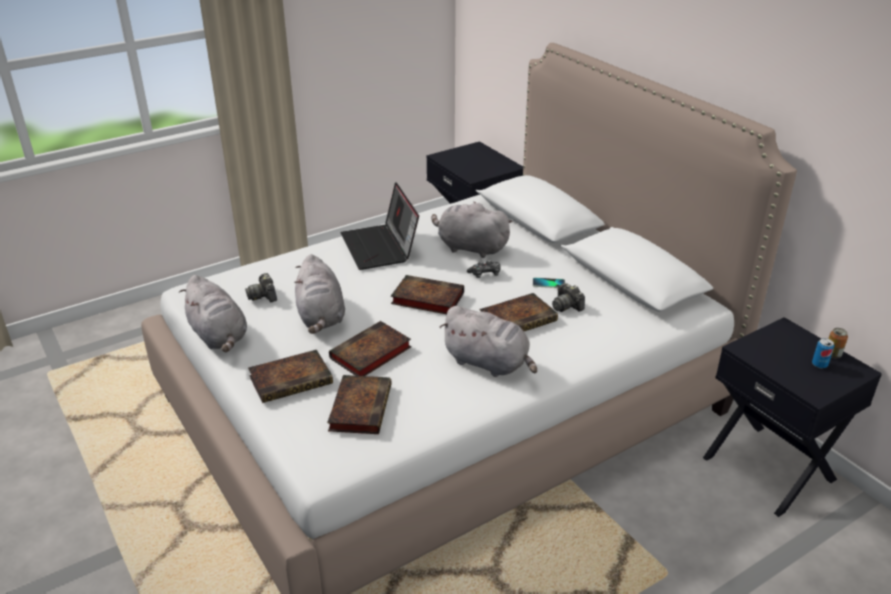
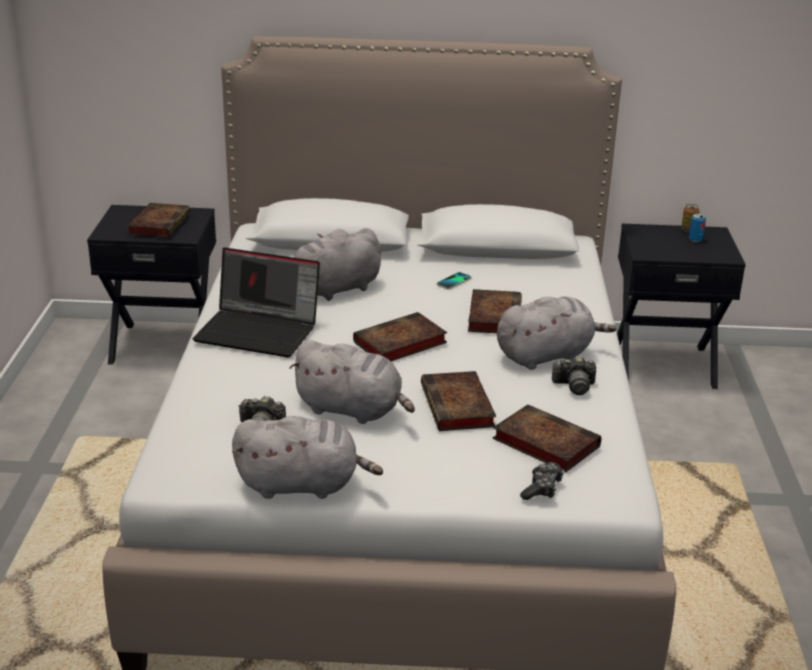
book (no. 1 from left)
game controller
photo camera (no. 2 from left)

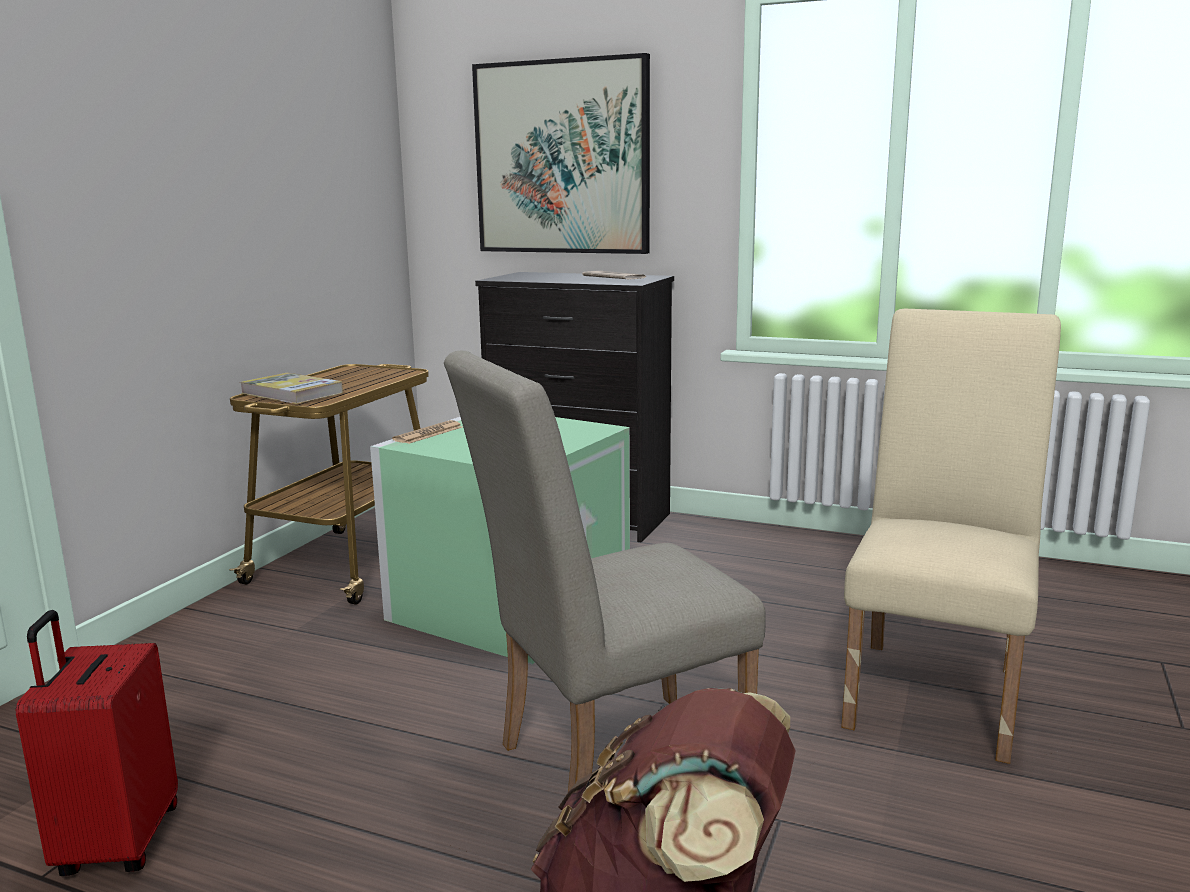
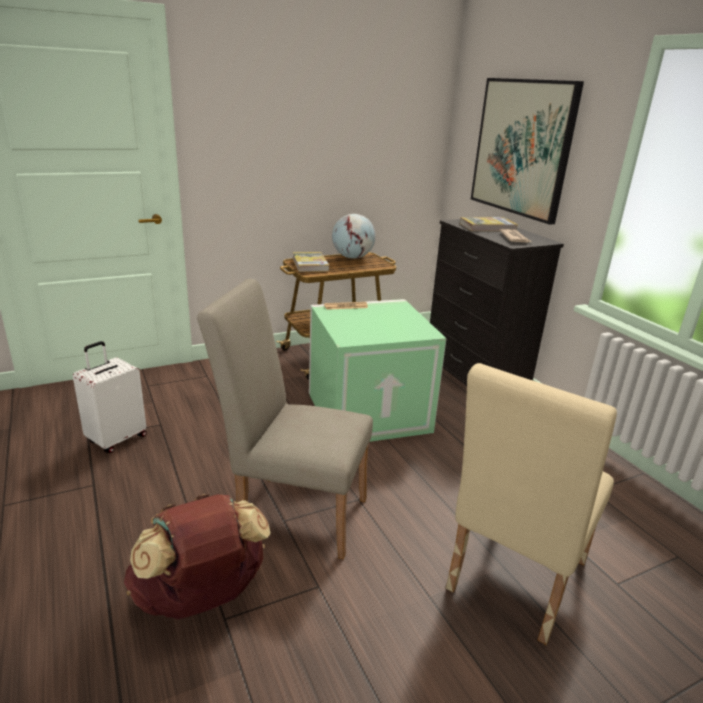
white suitcase
globe
beige chair (no. 2 from left)
book (no. 2 from left)

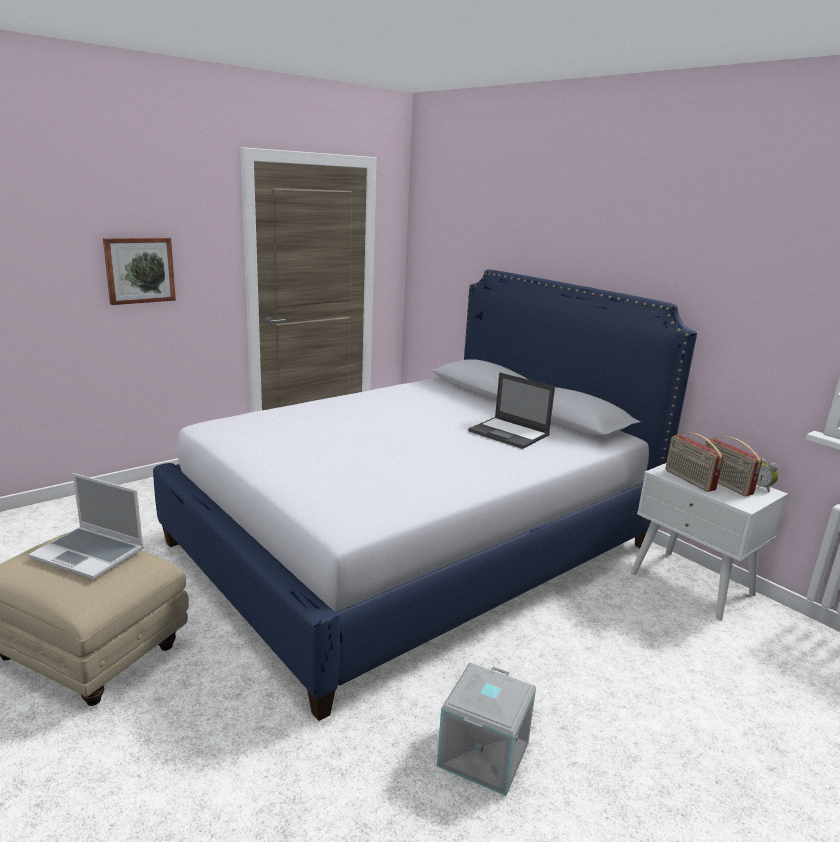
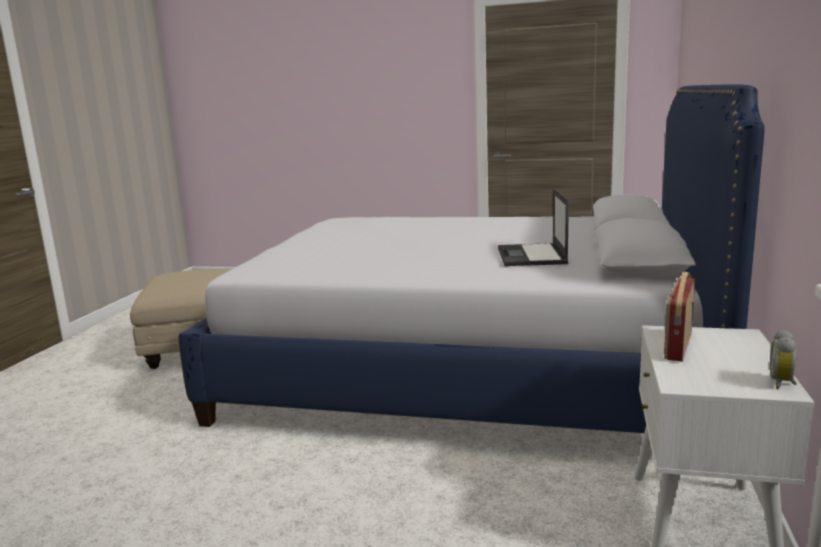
laptop (no. 1 from left in the first image)
picture
grey storage box
radio (no. 2 from left in the first image)

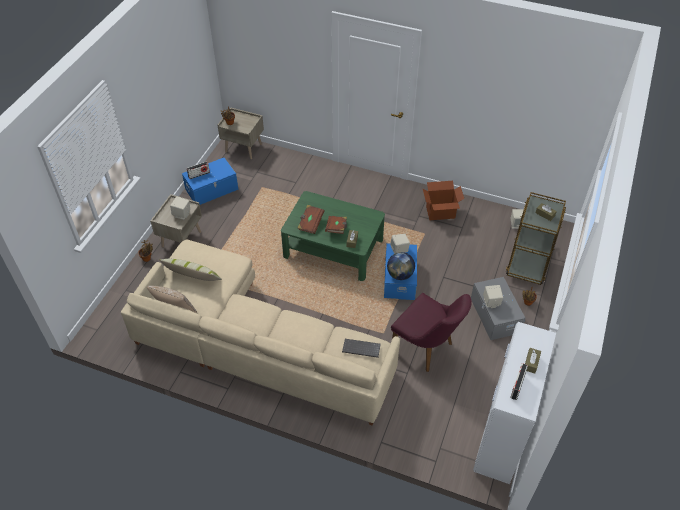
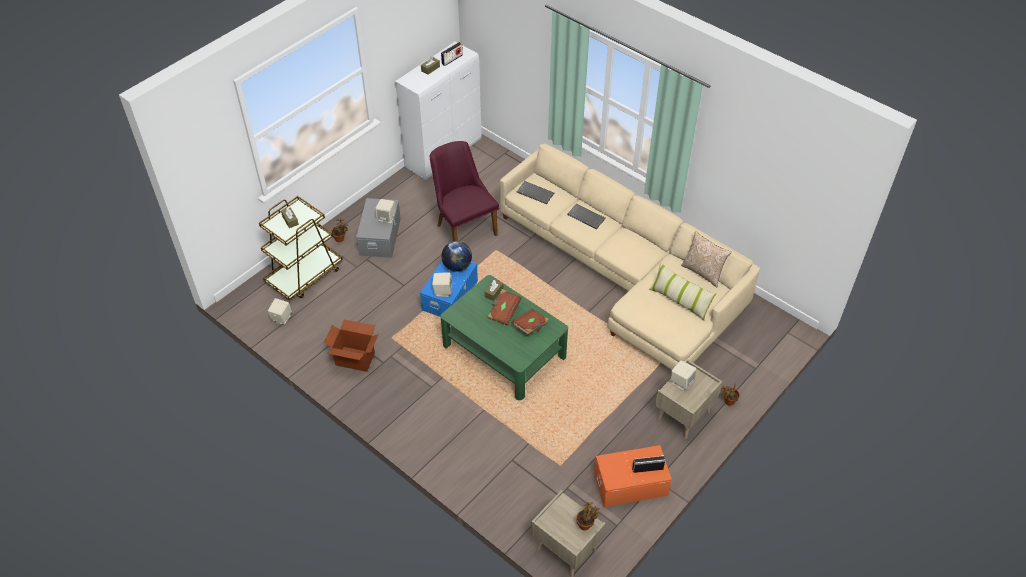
keyboard (no. 2 from left)
orange storage box

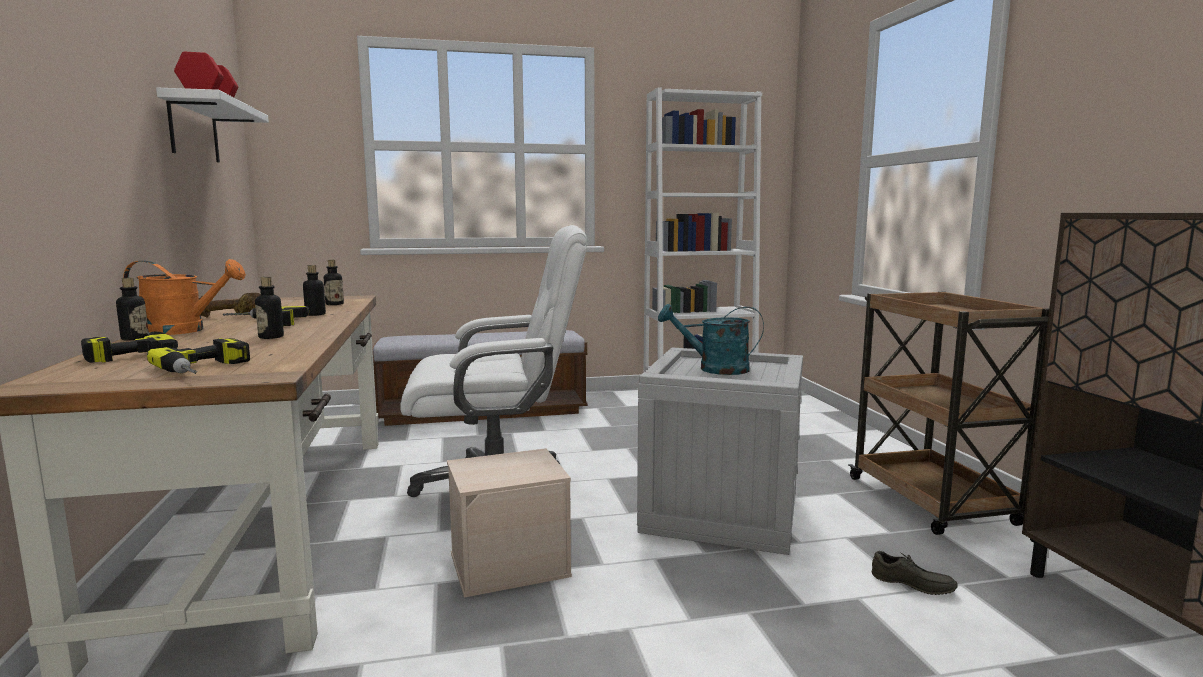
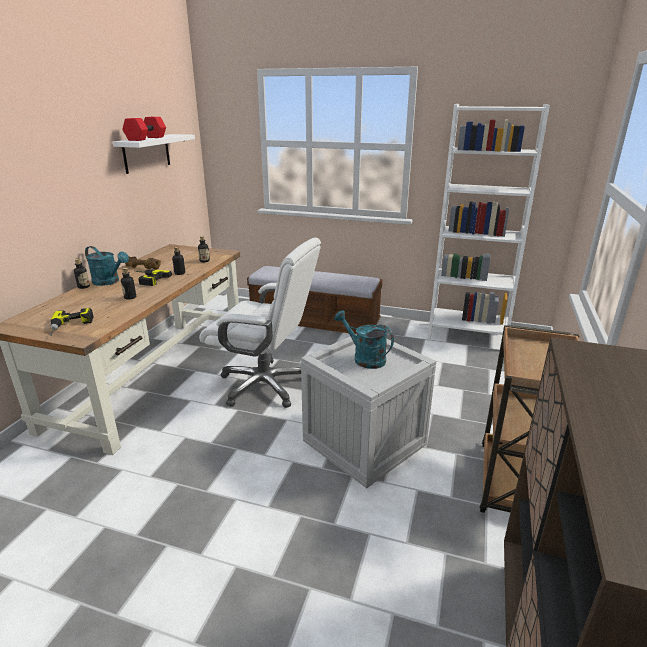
turquoise watering can (no. 1 from left)
power drill (no. 1 from left in the first image)
beige storage box
grey shoe

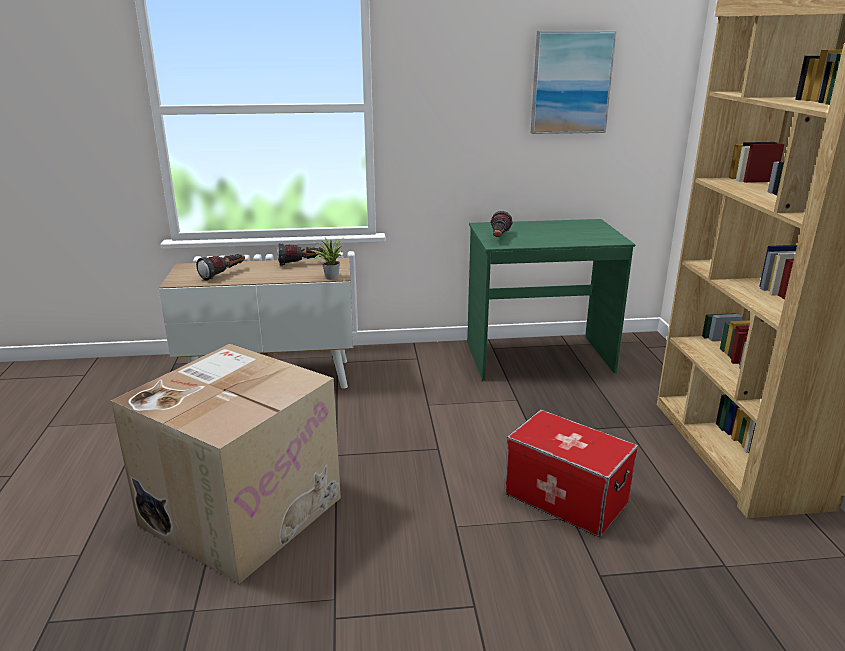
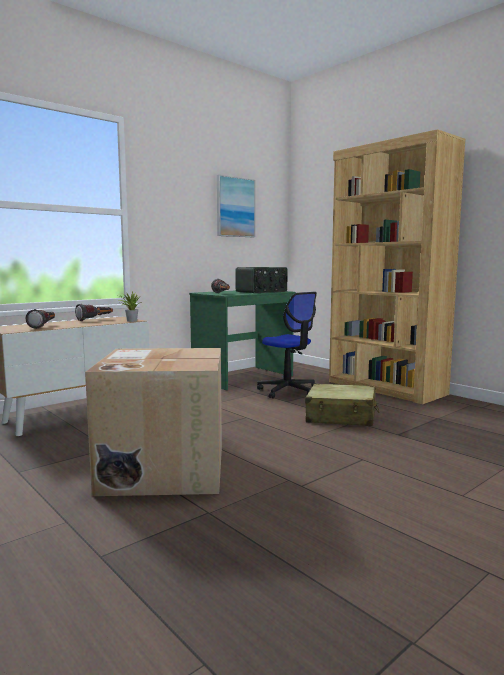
radio
office chair
beige suitcase

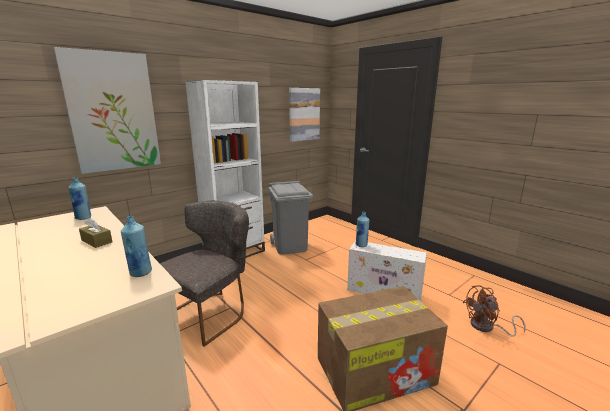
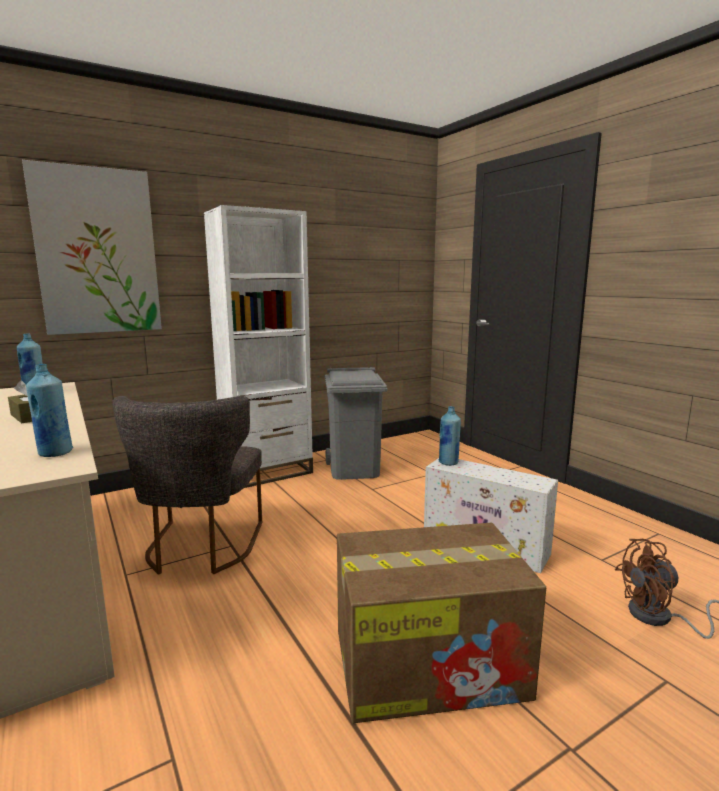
grey chair
picture (no. 2 from left in the first image)

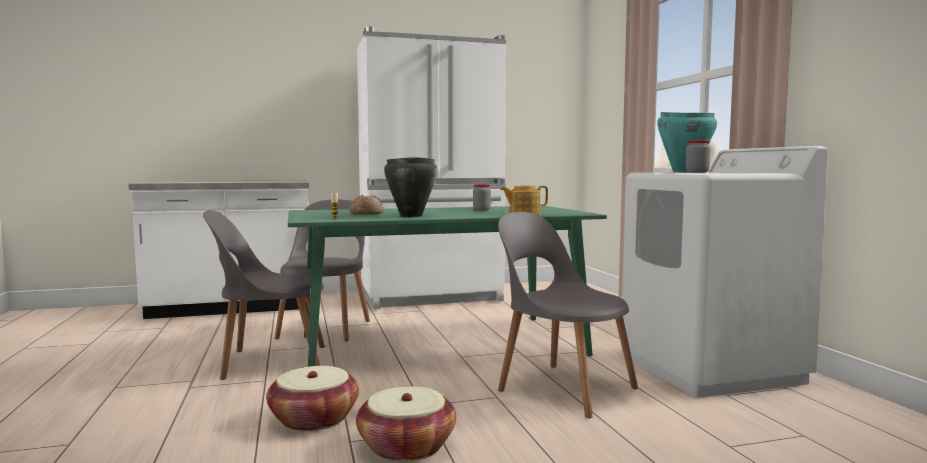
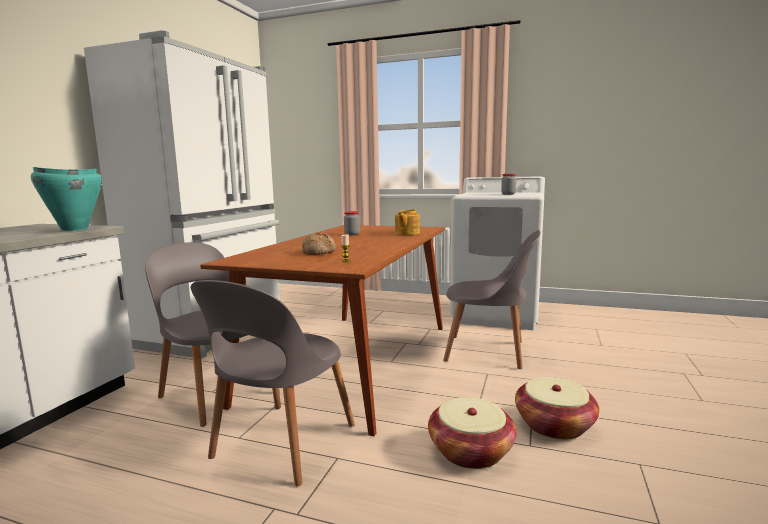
turquoise cooking pot
brown dining table
grey chair (no. 3 from left)
black cooking pot

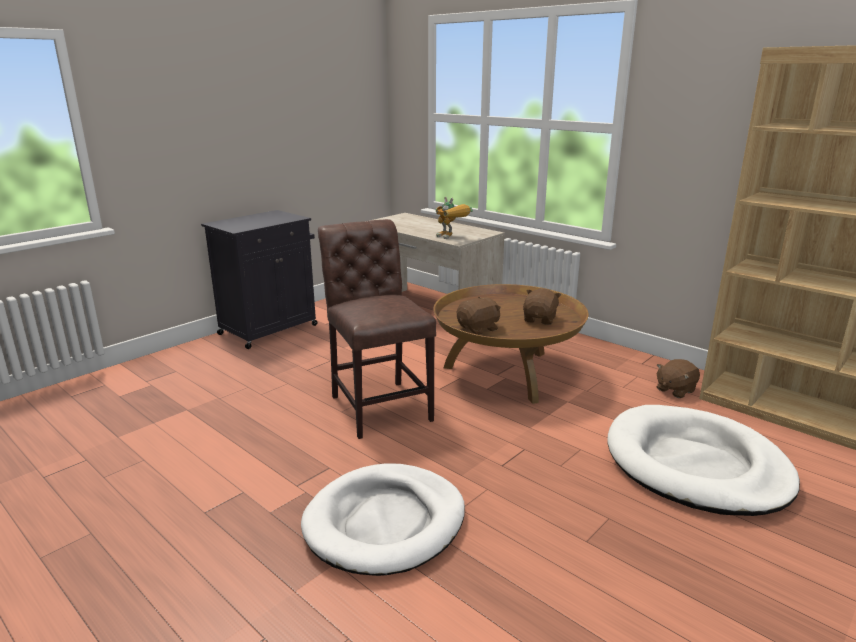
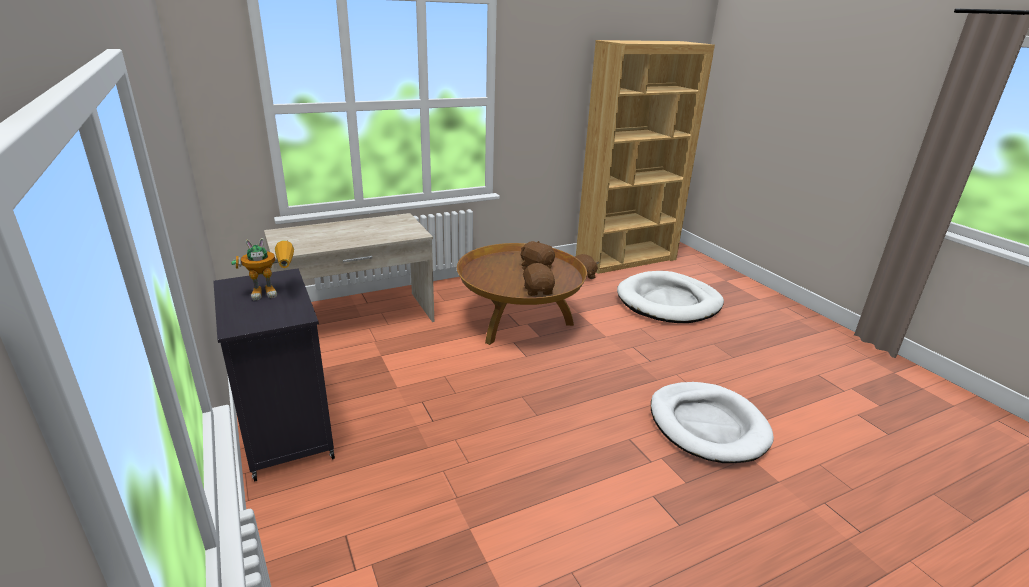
toy robot
brown chair

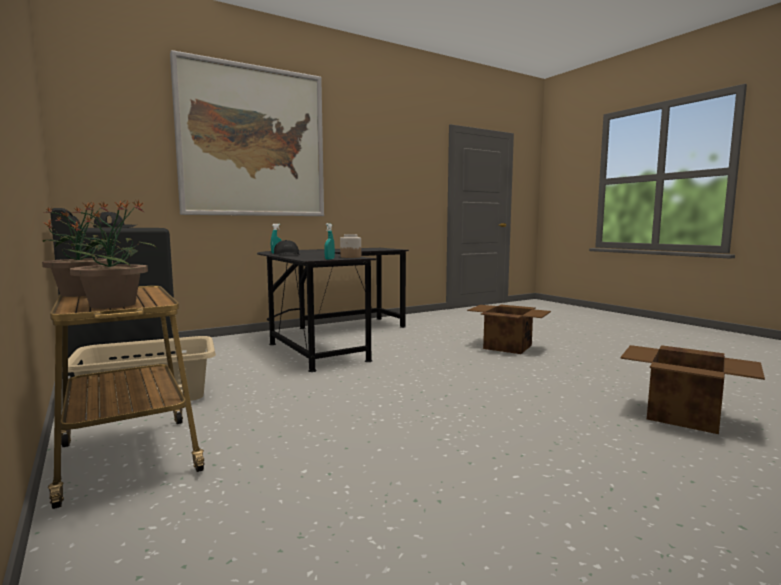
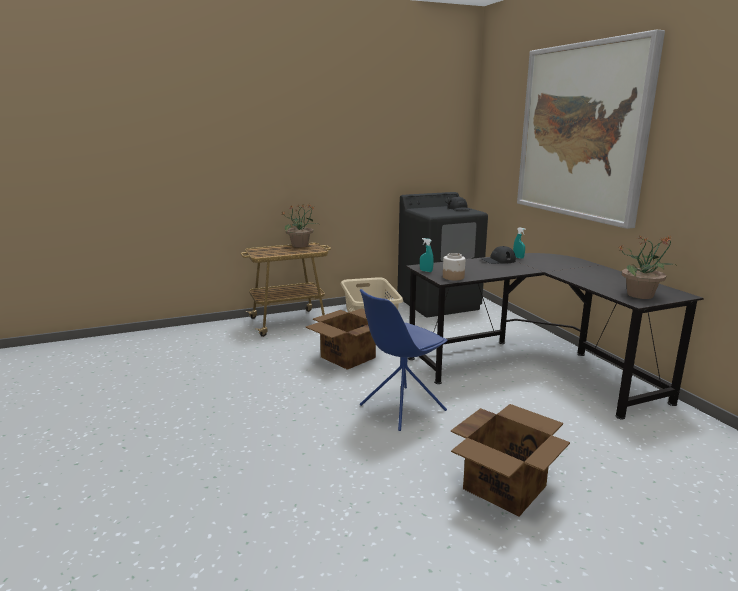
cardboard box (no. 1 from left)
blue chair
potted plant (no. 2 from left)

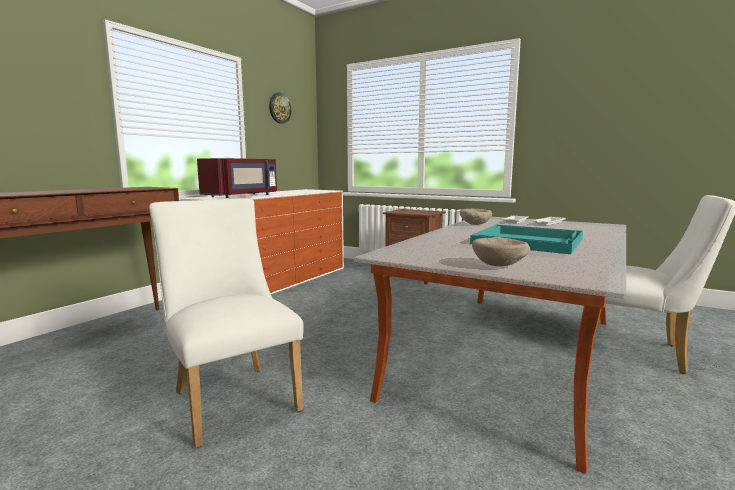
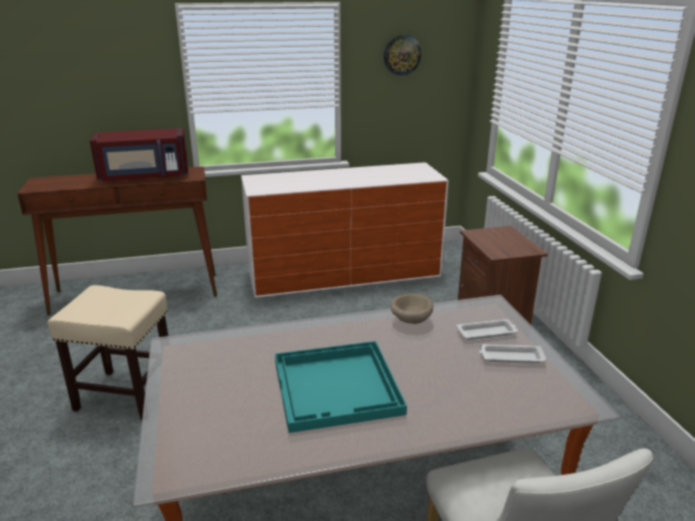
beige stool
red microwave
beige bowl (no. 2 from left in the first image)

